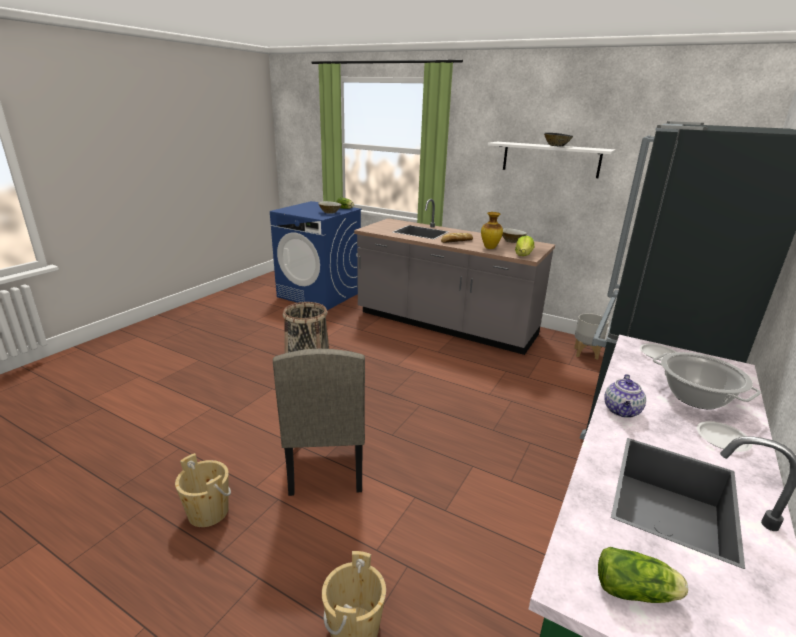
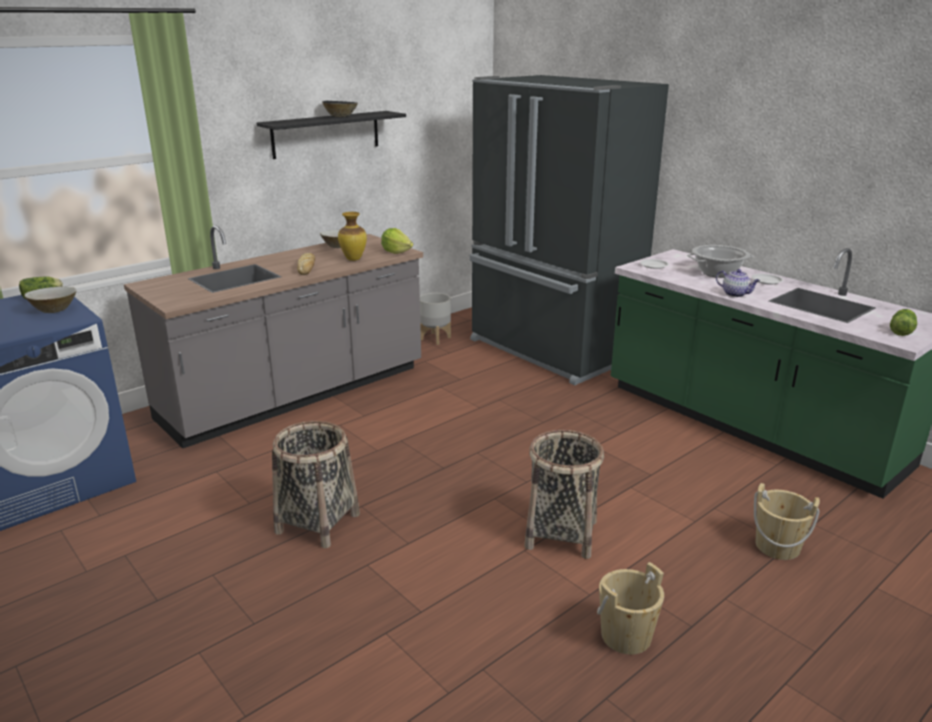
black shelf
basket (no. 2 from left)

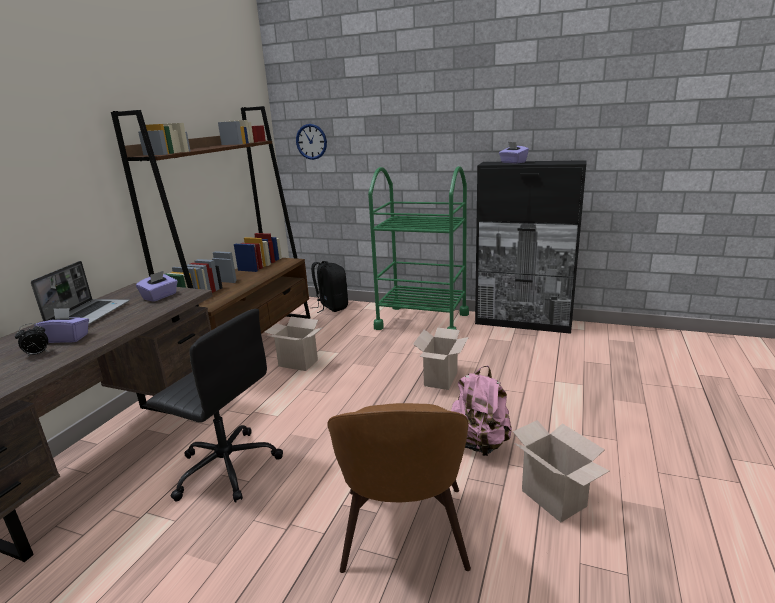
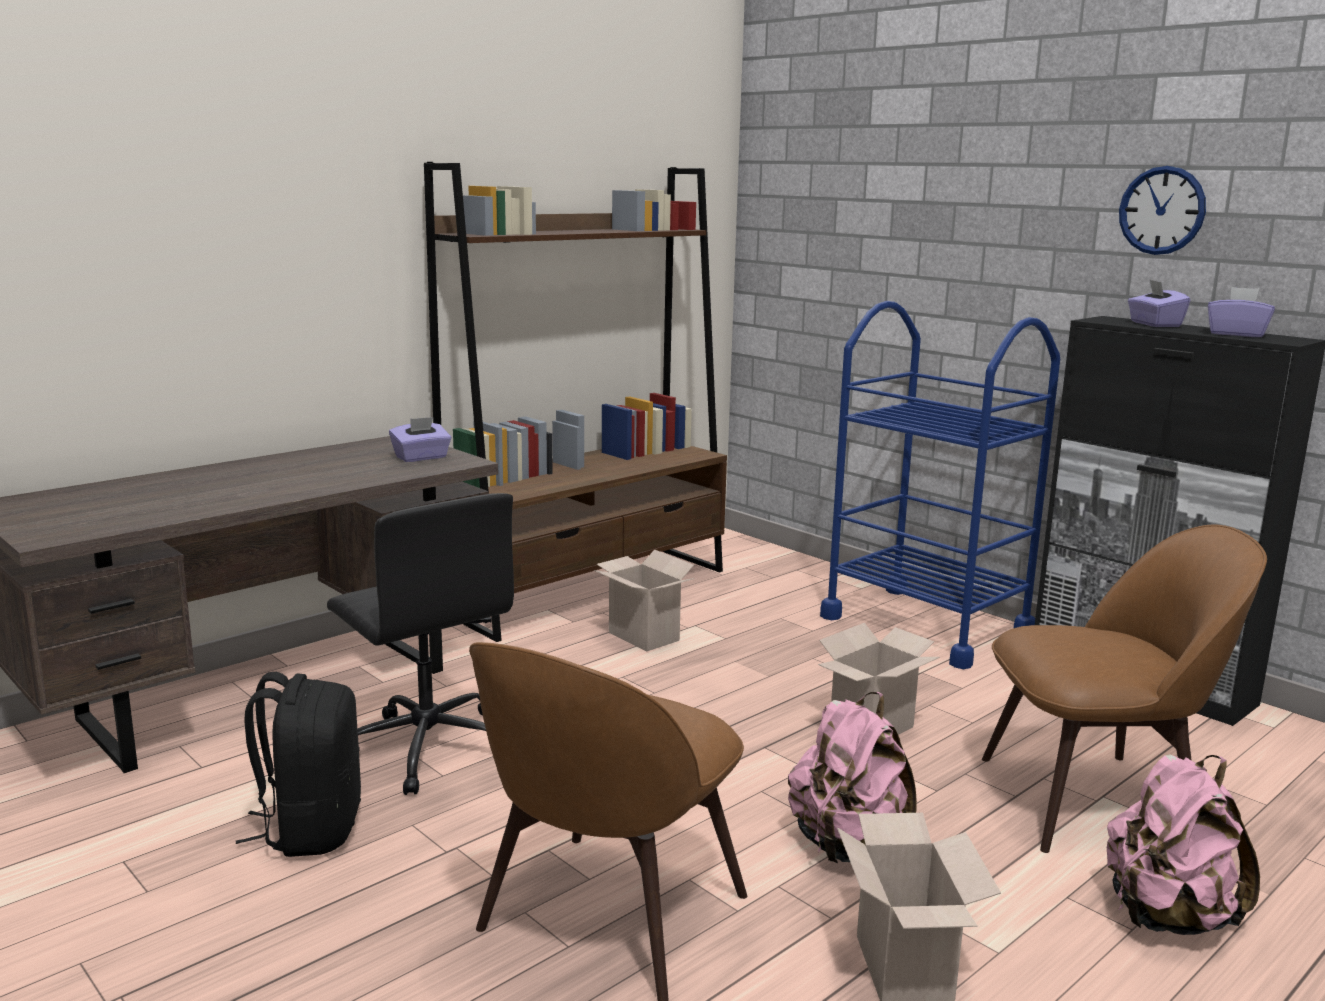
black backpack
blue cart
brown chair (no. 2 from left)
pink backpack (no. 2 from left)
wall clock
purple tissue box (no. 3 from left)
alarm clock
laptop

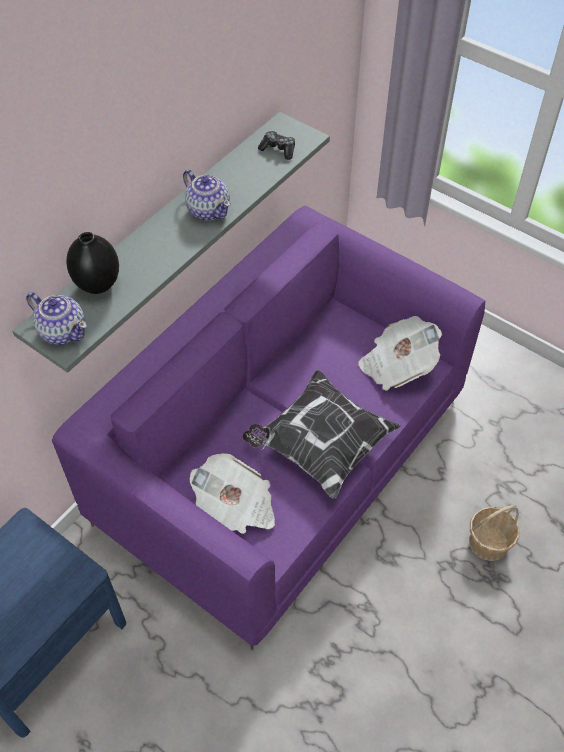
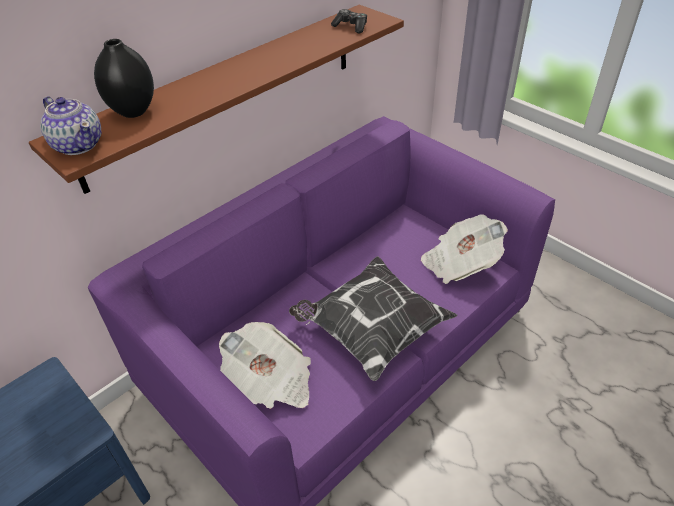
brown shelf
teapot (no. 2 from left in the first image)
basket

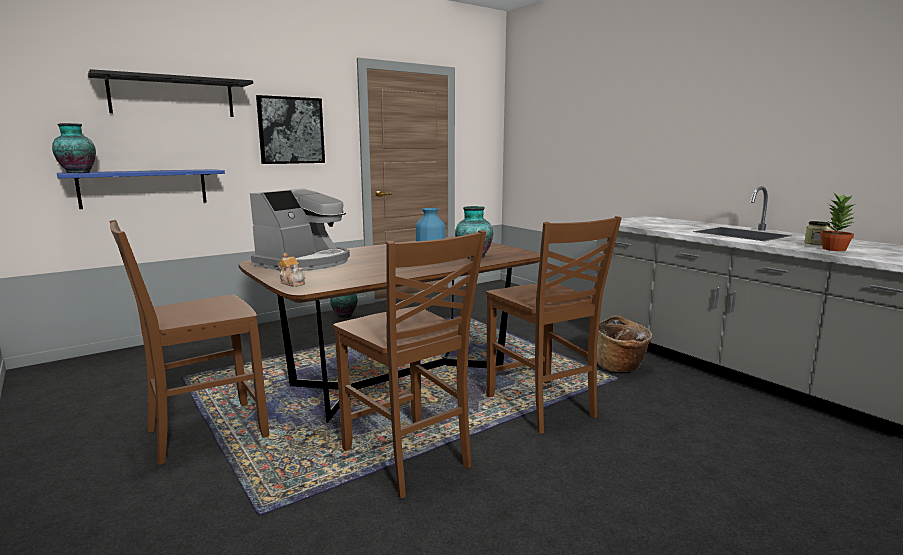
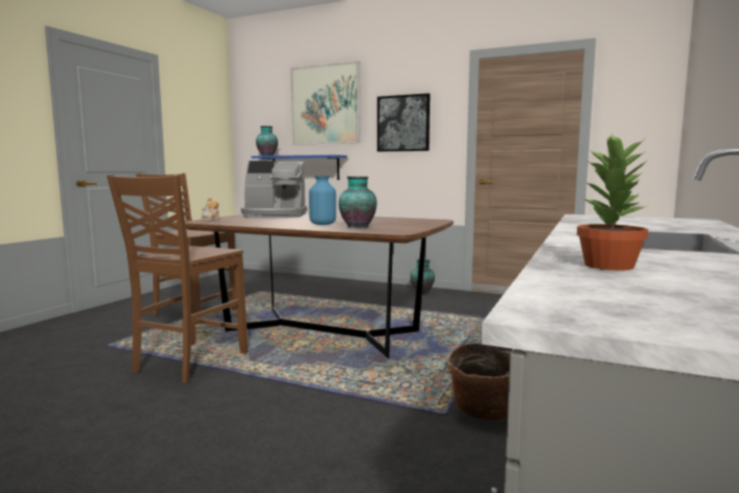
picture (no. 1 from left)
brown chair (no. 3 from left in the first image)
jar

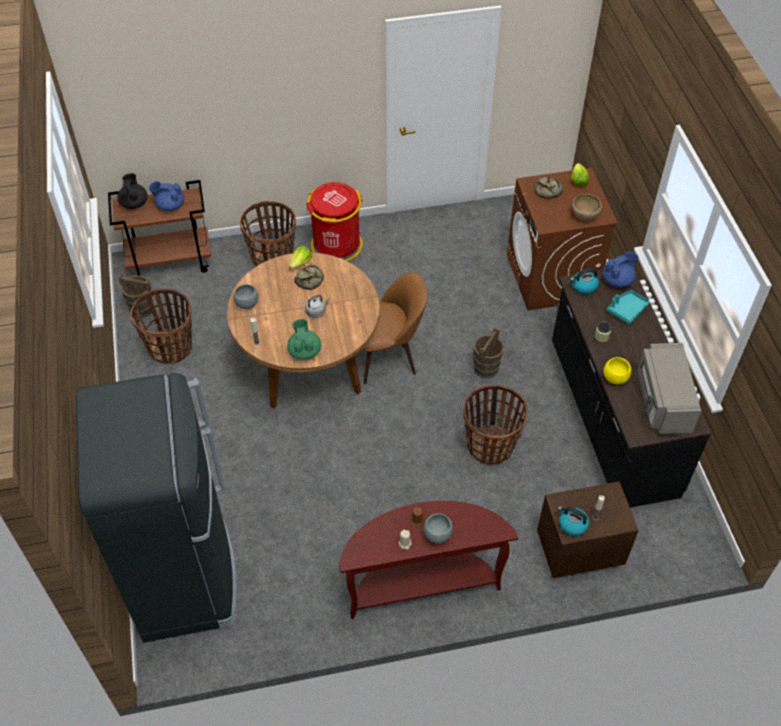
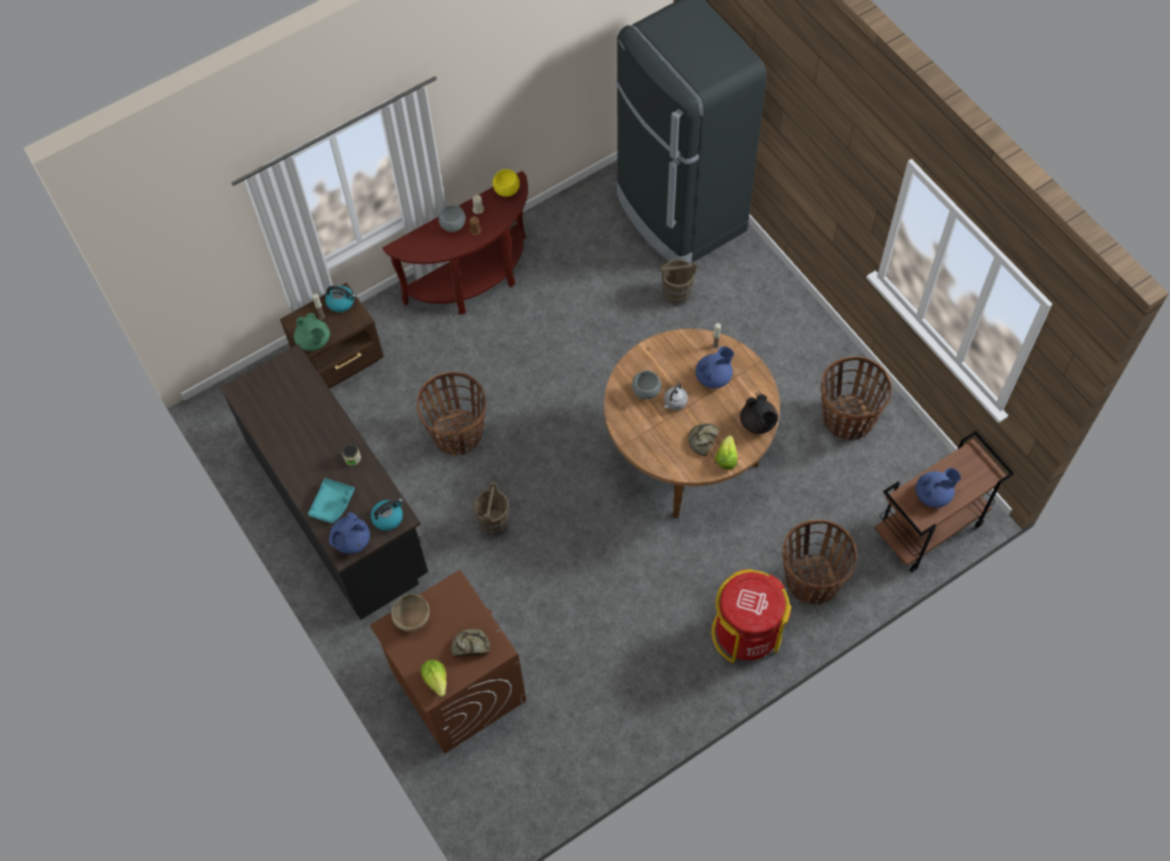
green teapot
yellow bowl
grey bowl (no. 2 from left)
brown bucket (no. 2 from left)
blue teapot (no. 2 from left)
black teapot
brown chair
grey microwave

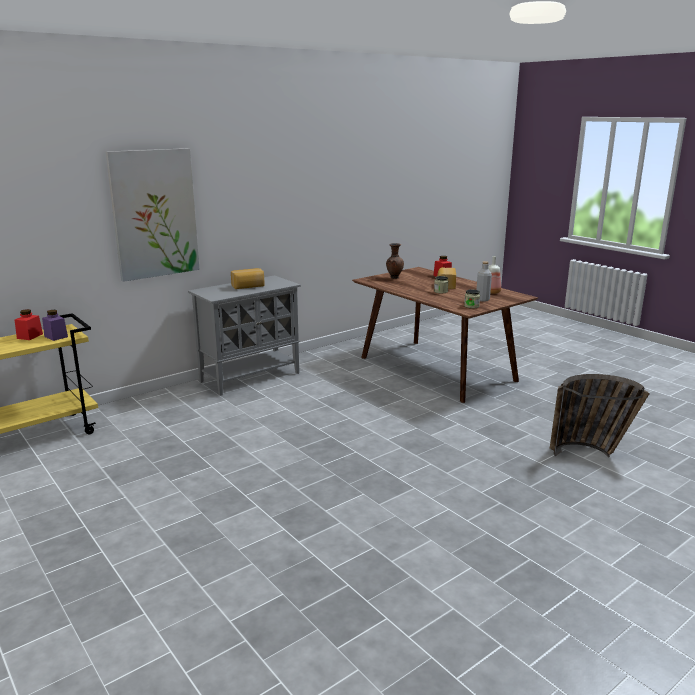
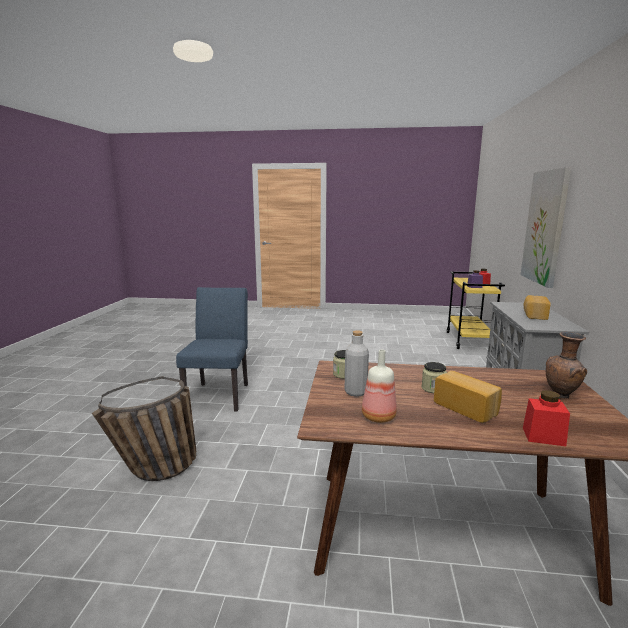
blue chair

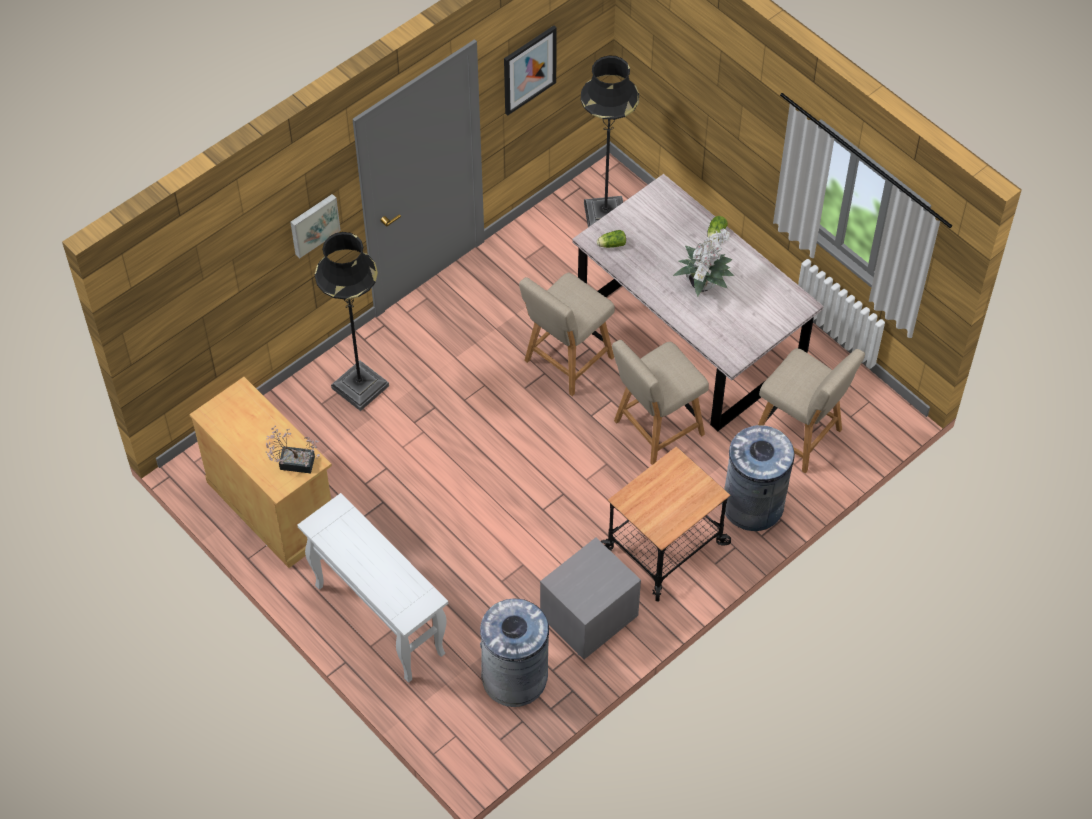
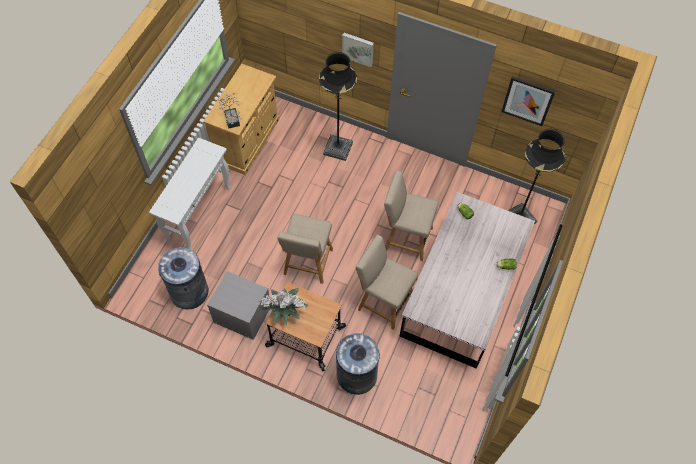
potted plant (no. 2 from left)
beige chair (no. 1 from left)

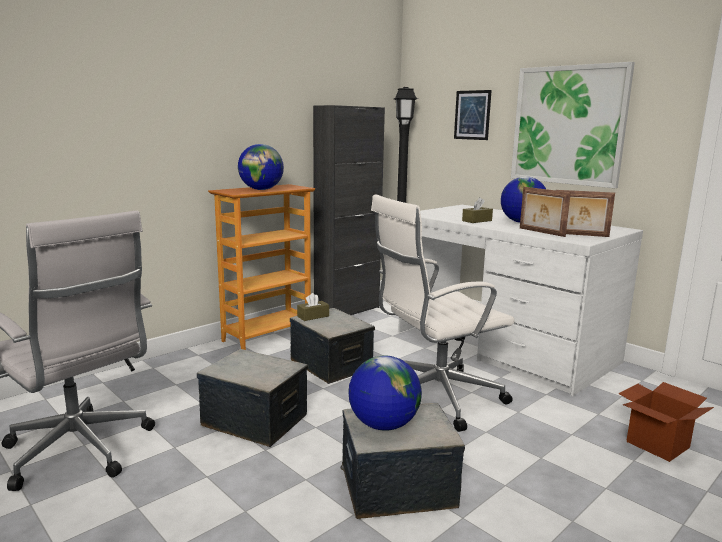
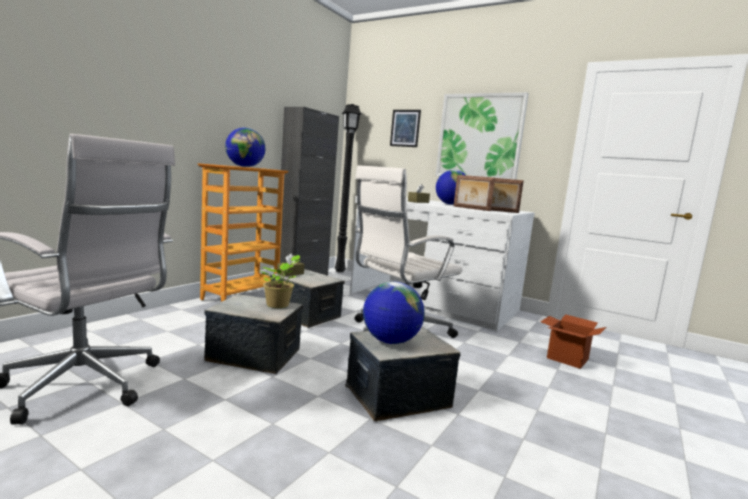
potted plant

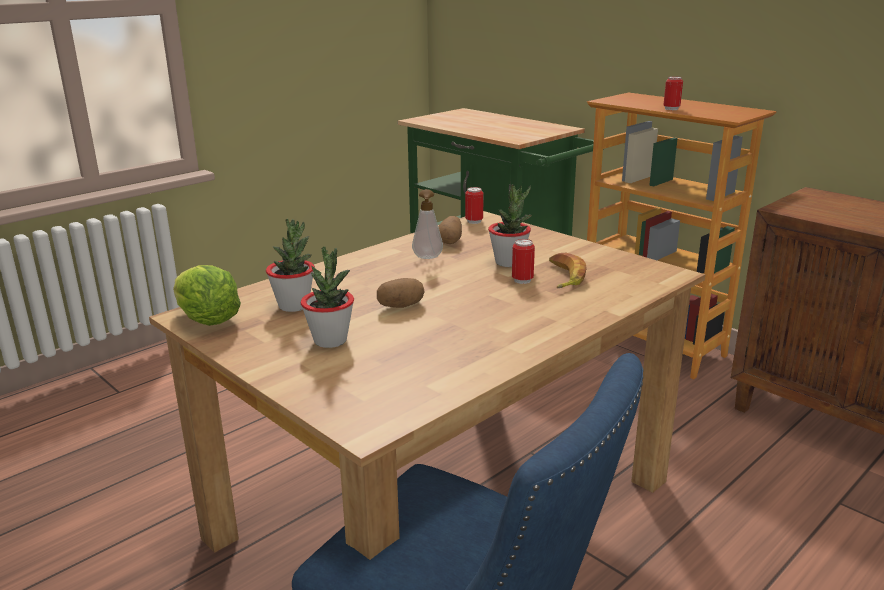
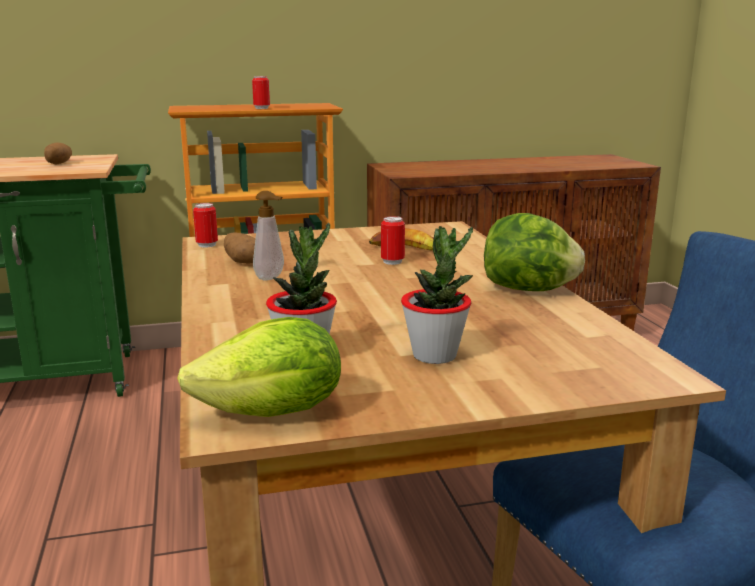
potato (no. 1 from left)
lettuce (no. 2 from left)
potted plant (no. 3 from left in the first image)

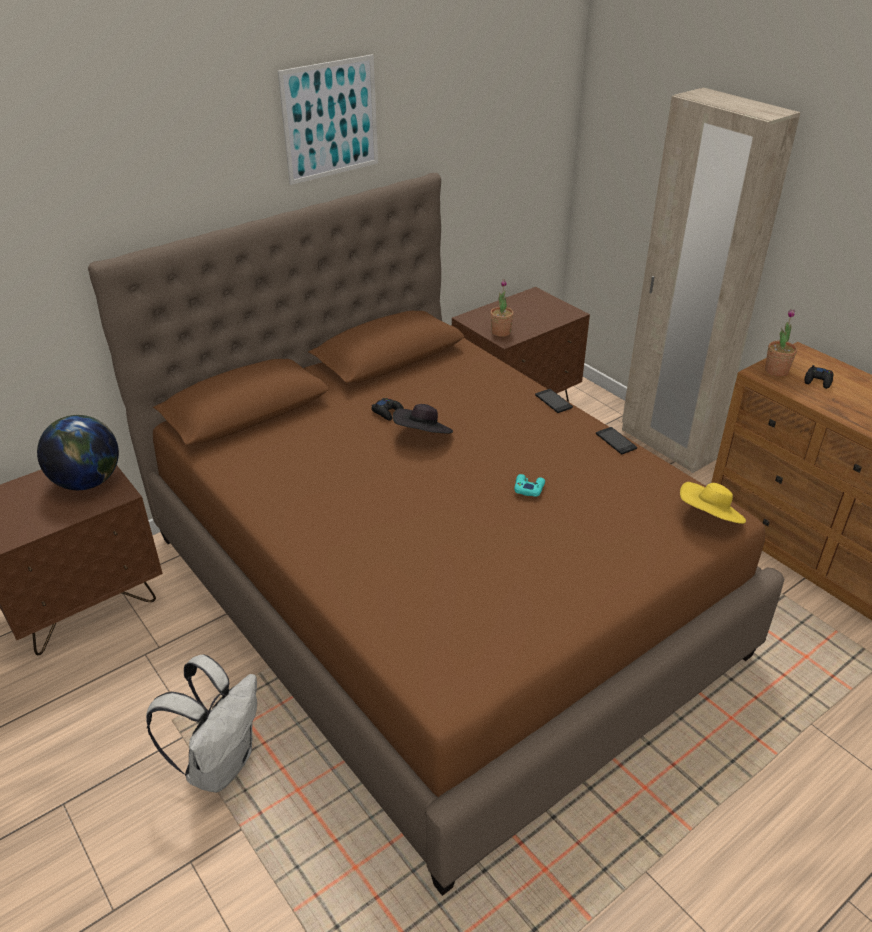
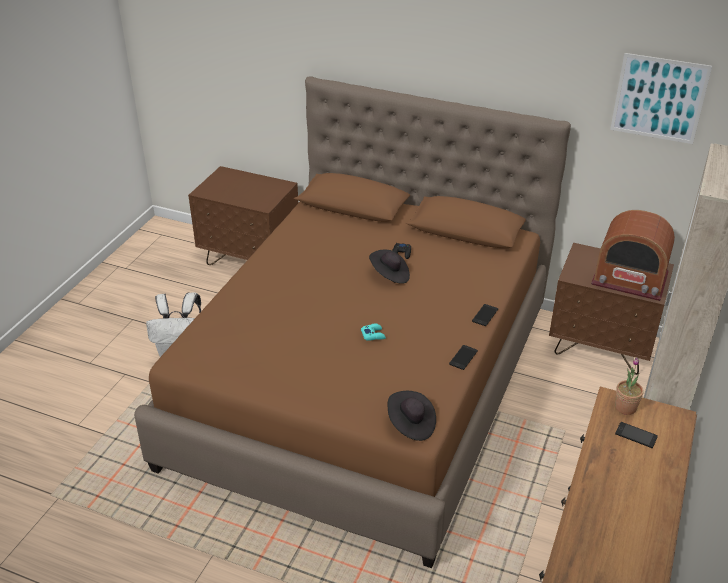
black hat (no. 2 from left)
radio
picture
phone (no. 3 from left)
globe
potted plant (no. 1 from left in the first image)

